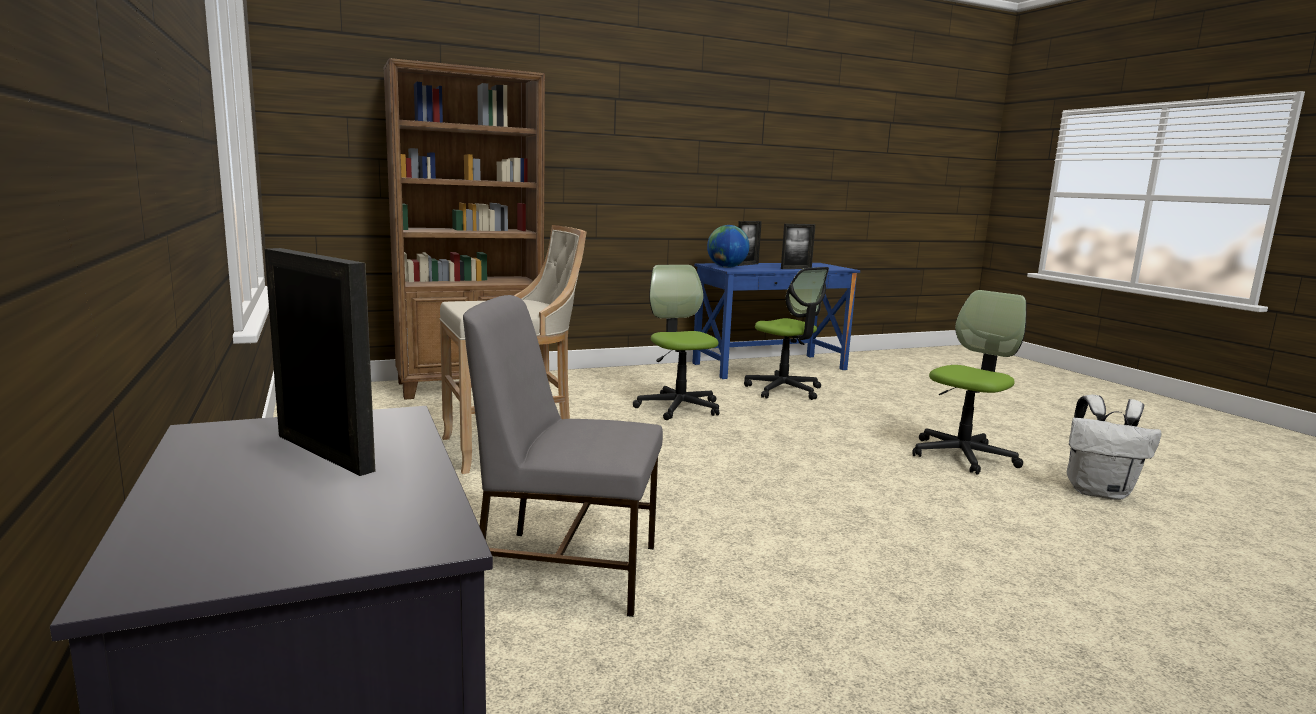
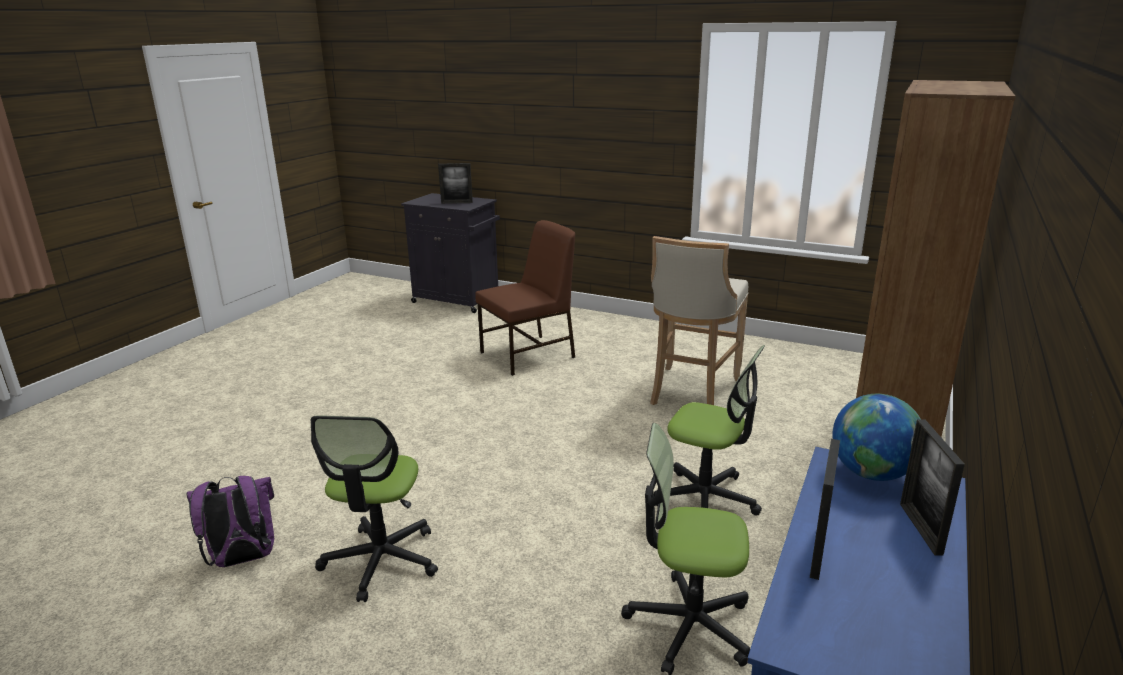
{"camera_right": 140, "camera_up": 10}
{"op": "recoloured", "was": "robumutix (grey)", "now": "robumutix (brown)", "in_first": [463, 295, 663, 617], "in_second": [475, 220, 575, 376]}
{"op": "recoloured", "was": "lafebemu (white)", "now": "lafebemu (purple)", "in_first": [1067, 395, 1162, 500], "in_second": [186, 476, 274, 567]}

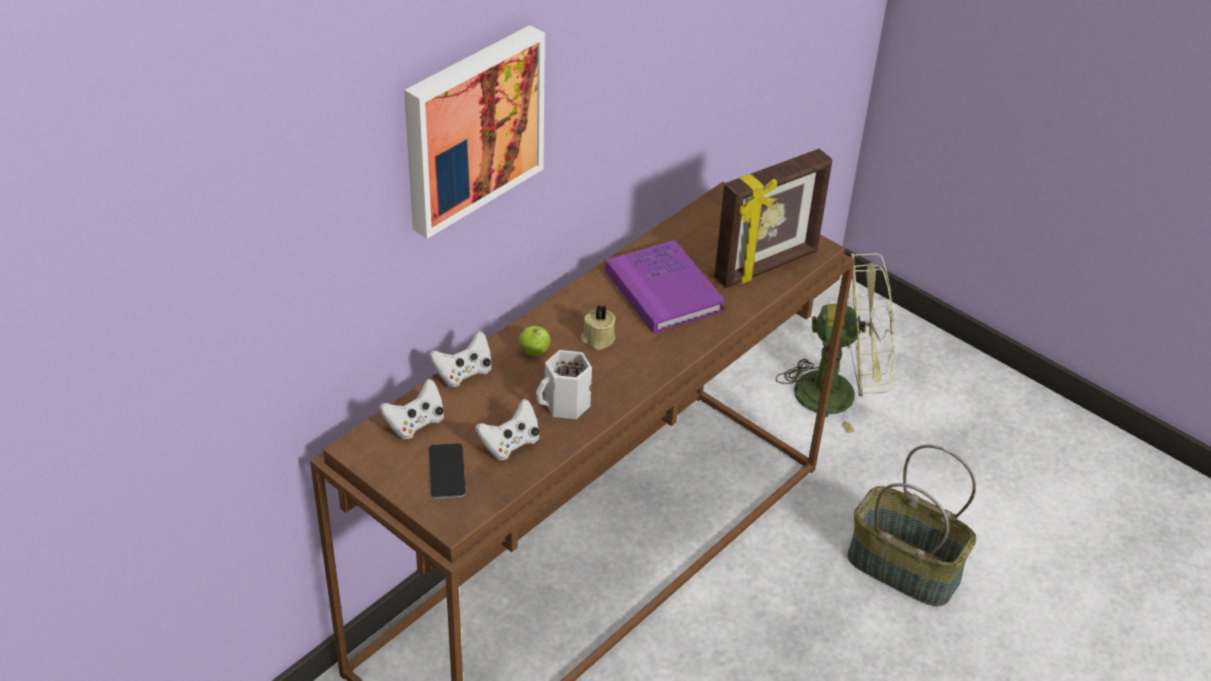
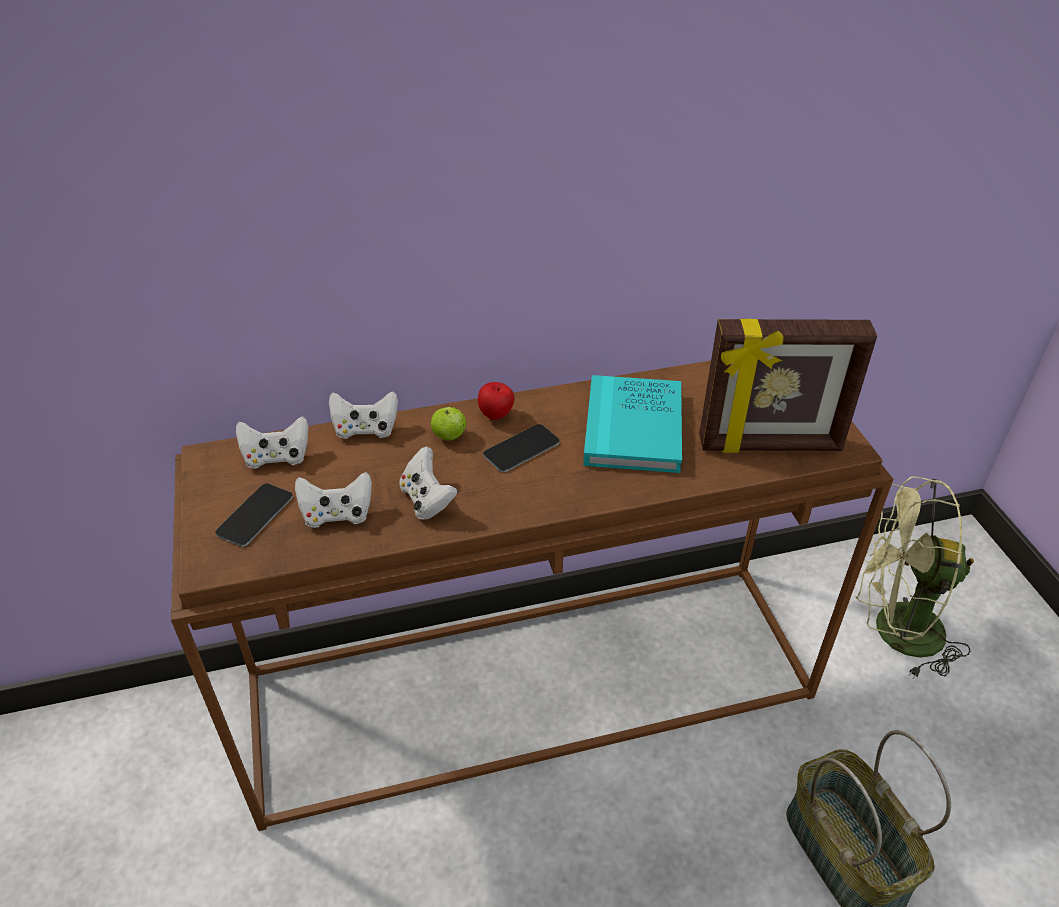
{"camera_right": 35, "camera_up": 0}
{"op": "removed", "was": "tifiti", "in_first": [404, 25, 545, 239]}
{"op": "recoloured", "was": "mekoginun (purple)", "now": "mekoginun (turquoise)", "in_first": [605, 240, 725, 333], "in_second": [583, 375, 682, 473]}
{"op": "turned", "was": "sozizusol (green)", "in_first": [776, 253, 895, 433], "in_second": [856, 476, 974, 678], "clockwise": 150}
{"op": "replaced", "was": "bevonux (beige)", "now": "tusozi", "in_first": [581, 305, 616, 350], "in_second": [483, 424, 560, 472]}
{"op": "replaced", "was": "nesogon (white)", "now": "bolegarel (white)", "in_first": [536, 350, 592, 419], "in_second": [399, 446, 457, 520]}
{"op": "added", "now": "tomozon", "in_second": [478, 382, 514, 420]}

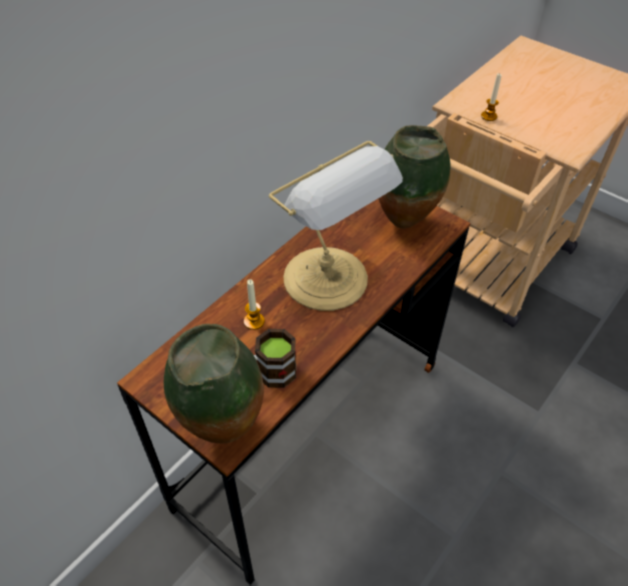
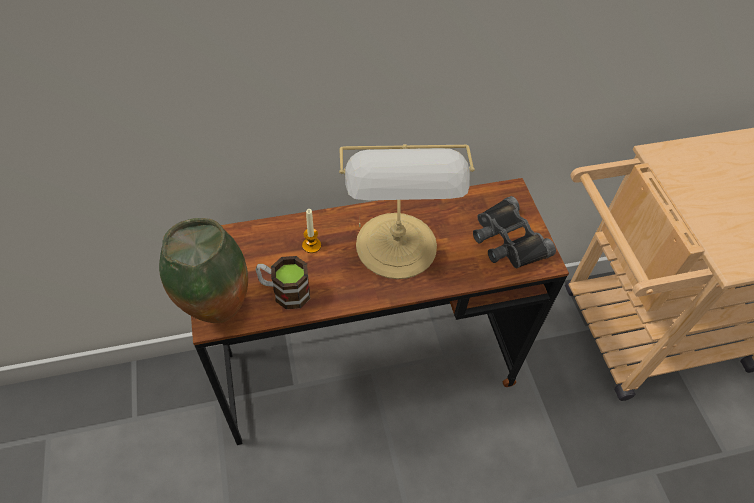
{"camera_right": 35, "camera_up": 5}
{"op": "removed", "was": "bevonux", "in_first": [481, 73, 502, 121]}
{"op": "replaced", "was": "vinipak", "now": "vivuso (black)", "in_first": [379, 125, 451, 229], "in_second": [473, 196, 556, 268]}

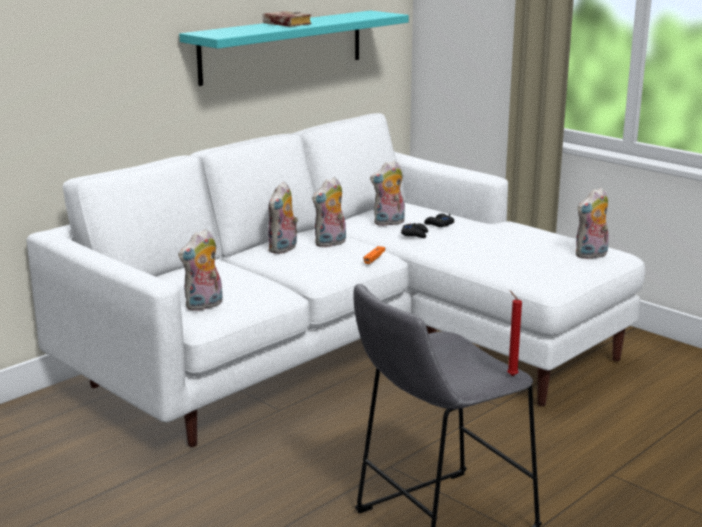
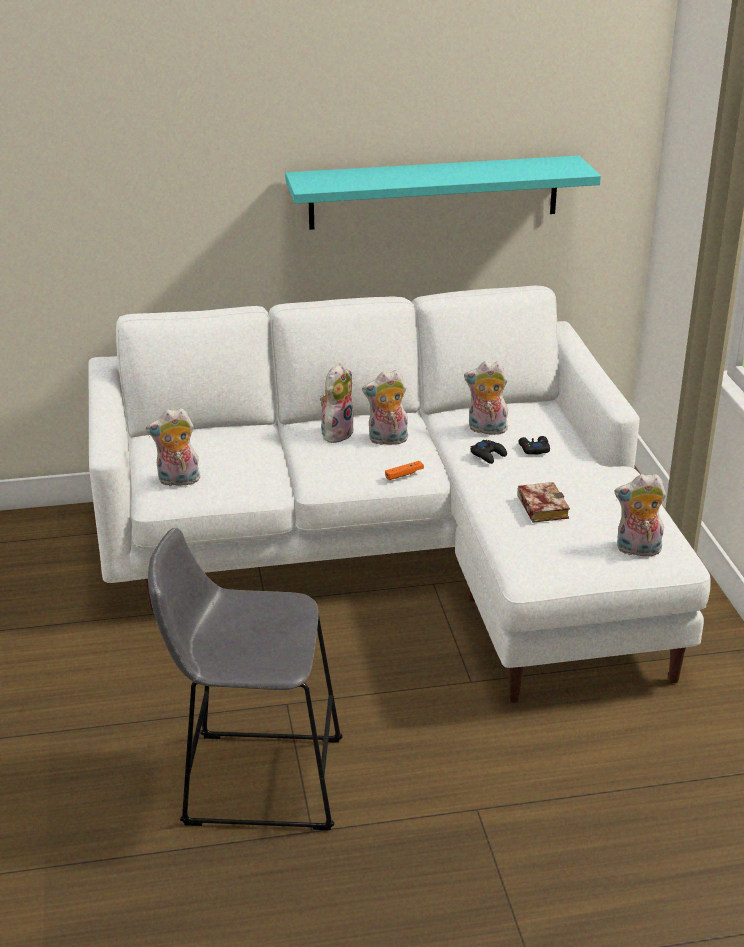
{"camera_right": 35, "camera_up": 10}
{"op": "moved", "was": "mekoginun", "in_first": [263, 11, 311, 27], "in_second": [517, 482, 570, 523]}
{"op": "turned", "was": "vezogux", "in_first": [268, 182, 298, 254], "in_second": [320, 364, 353, 443], "clockwise": 150}
{"op": "removed", "was": "bevonux (red)", "in_first": [507, 290, 522, 376]}

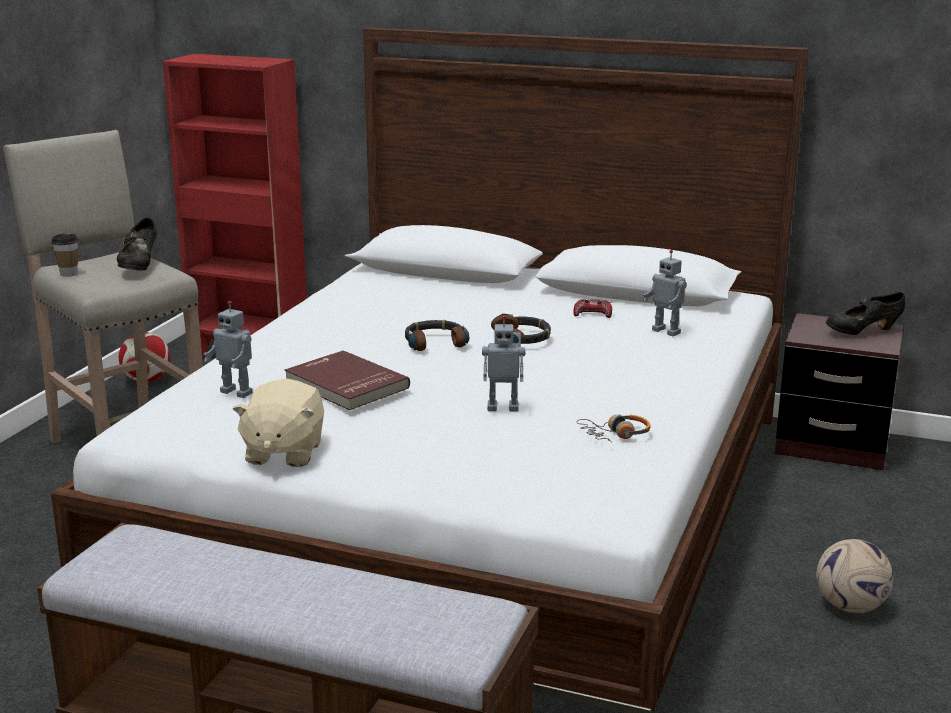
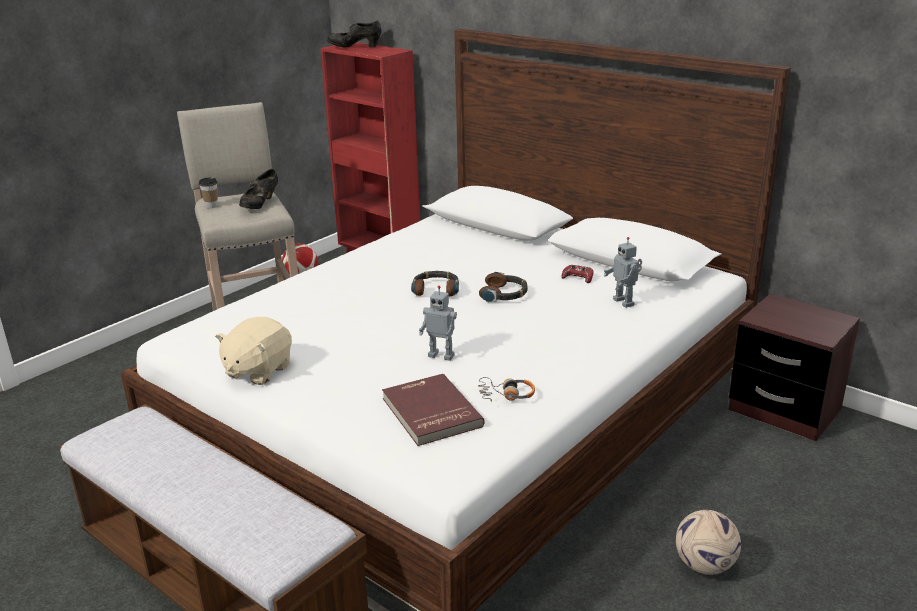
{"camera_right": 20, "camera_up": 5}
{"op": "moved", "was": "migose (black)", "in_first": [826, 292, 906, 335], "in_second": [327, 20, 382, 48]}
{"op": "removed", "was": "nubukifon", "in_first": [203, 301, 253, 398]}
{"op": "moved", "was": "mekoginun (red)", "in_first": [285, 350, 410, 410], "in_second": [382, 374, 485, 446]}

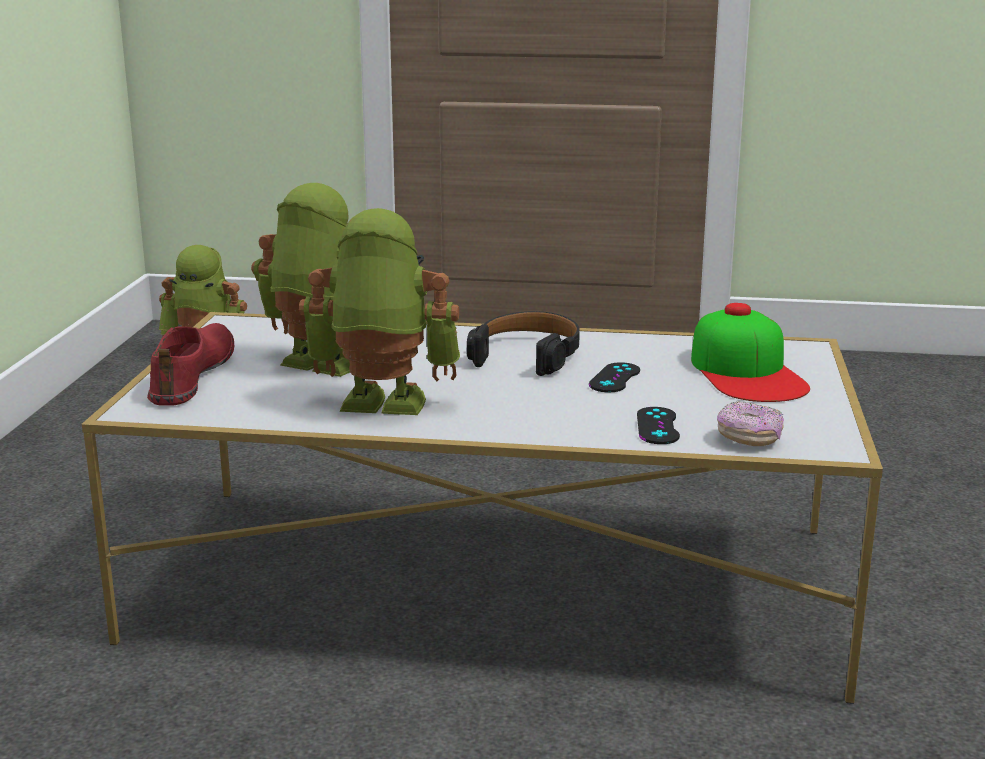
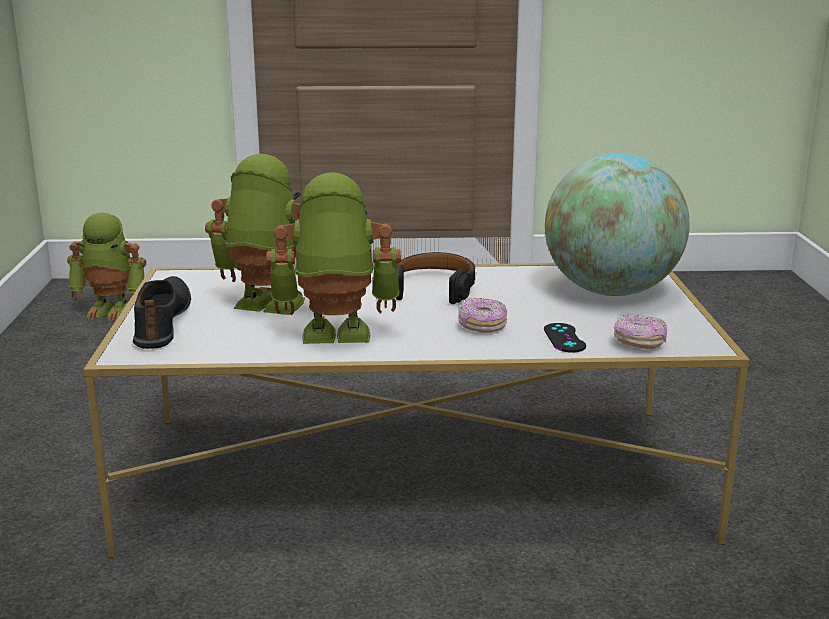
{"camera_right": -10, "camera_up": 0}
{"op": "replaced", "was": "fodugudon", "now": "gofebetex", "in_first": [691, 303, 810, 402], "in_second": [545, 154, 690, 296]}
{"op": "recoloured", "was": "migose (red)", "now": "migose (black)", "in_first": [147, 323, 234, 406], "in_second": [133, 276, 191, 349]}
{"op": "removed", "was": "bolegarel (black)", "in_first": [589, 362, 640, 392]}
{"op": "added", "now": "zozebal", "in_second": [458, 298, 507, 332]}

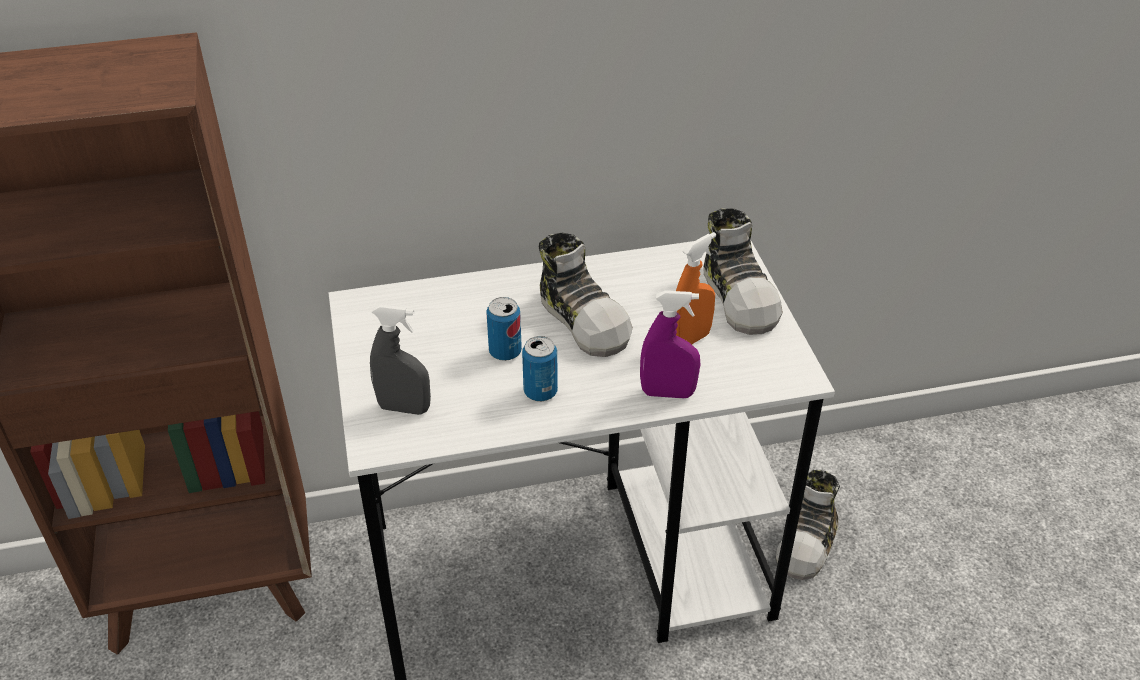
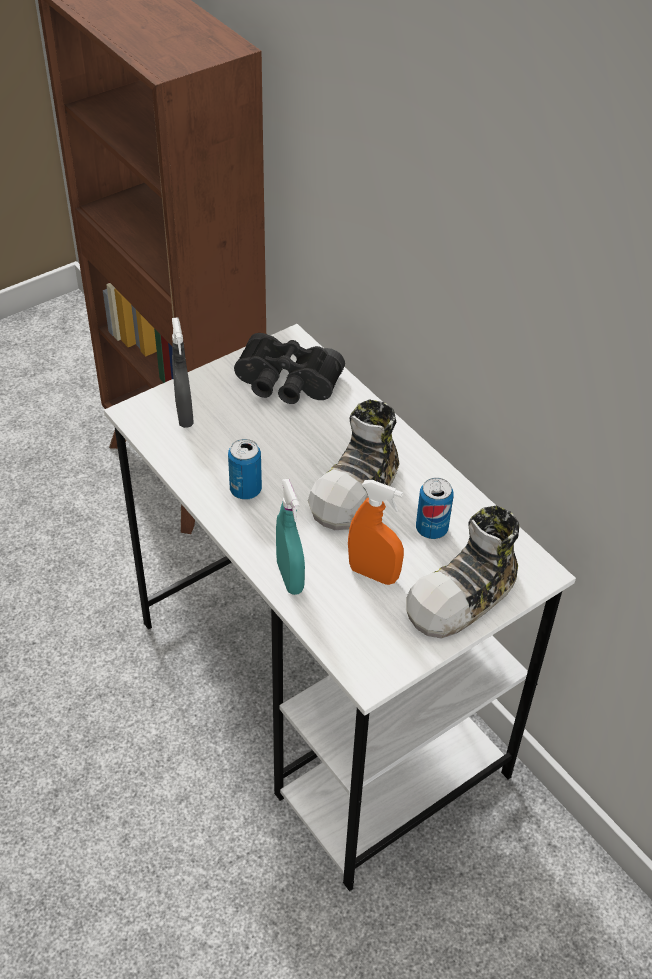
{"camera_right": 65, "camera_up": 5}
{"op": "recoloured", "was": "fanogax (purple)", "now": "fanogax (turquoise)", "in_first": [640, 291, 701, 398], "in_second": [276, 478, 305, 595]}
{"op": "moved", "was": "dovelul", "in_first": [486, 297, 522, 361], "in_second": [416, 478, 454, 539]}
{"op": "removed", "was": "migose", "in_first": [776, 470, 840, 580]}
{"op": "added", "now": "vivuso (black)", "in_second": [234, 333, 345, 404]}

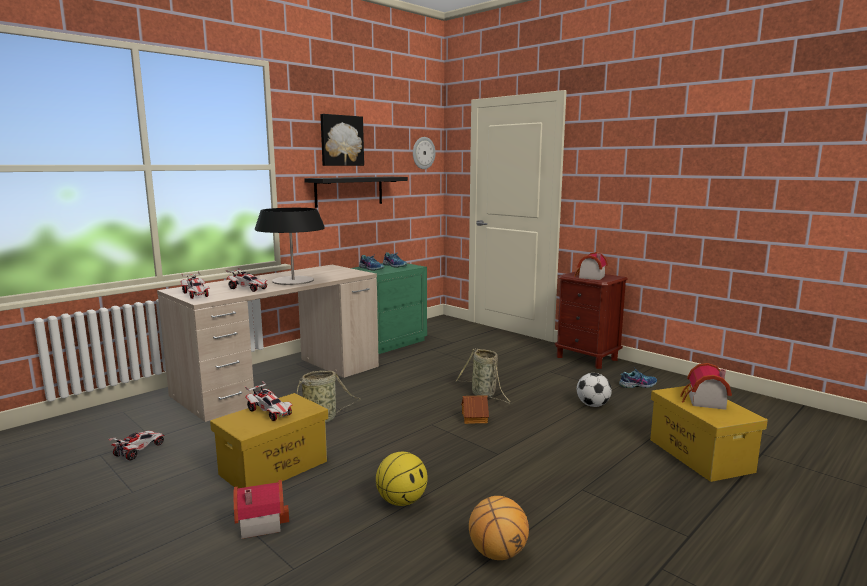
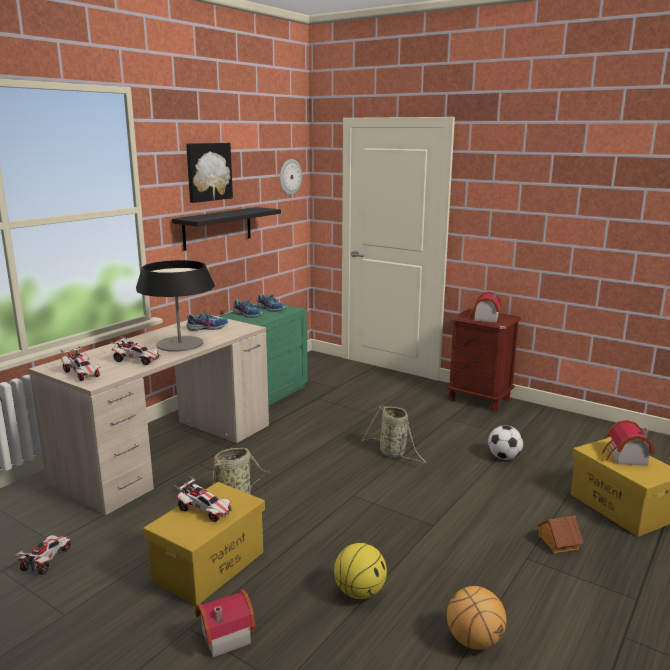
{"camera_right": -10, "camera_up": 5}
{"op": "moved", "was": "migose", "in_first": [619, 370, 657, 388], "in_second": [186, 310, 228, 331]}
{"op": "moved", "was": "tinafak", "in_first": [461, 395, 489, 424], "in_second": [537, 516, 584, 553]}

